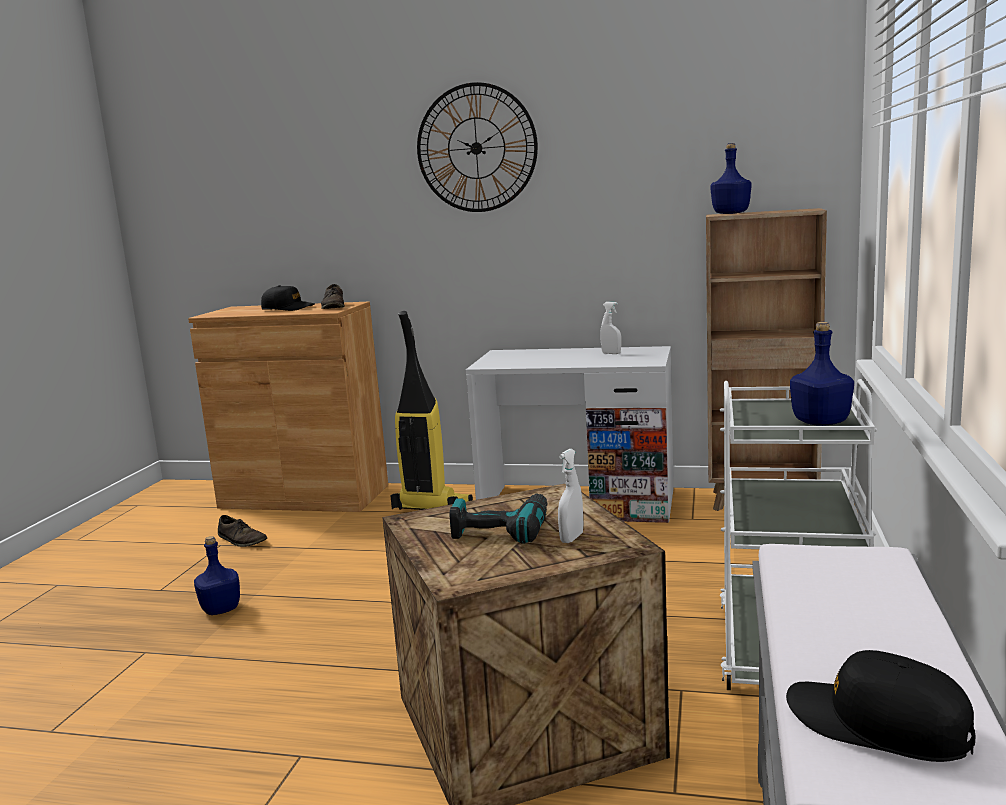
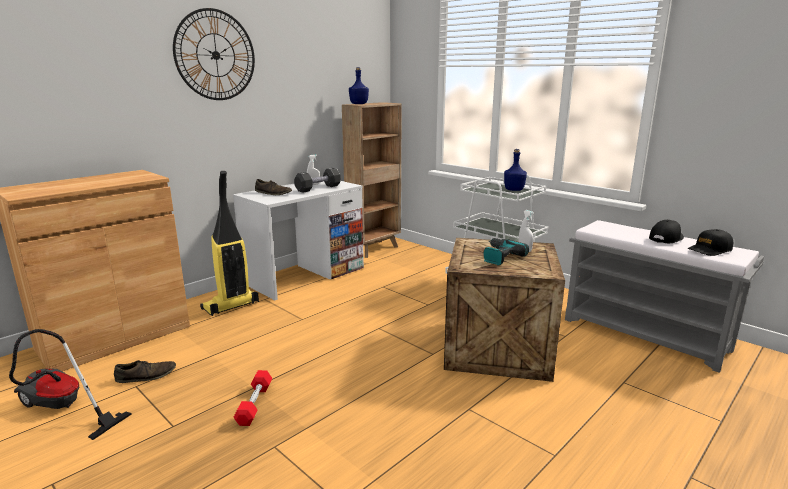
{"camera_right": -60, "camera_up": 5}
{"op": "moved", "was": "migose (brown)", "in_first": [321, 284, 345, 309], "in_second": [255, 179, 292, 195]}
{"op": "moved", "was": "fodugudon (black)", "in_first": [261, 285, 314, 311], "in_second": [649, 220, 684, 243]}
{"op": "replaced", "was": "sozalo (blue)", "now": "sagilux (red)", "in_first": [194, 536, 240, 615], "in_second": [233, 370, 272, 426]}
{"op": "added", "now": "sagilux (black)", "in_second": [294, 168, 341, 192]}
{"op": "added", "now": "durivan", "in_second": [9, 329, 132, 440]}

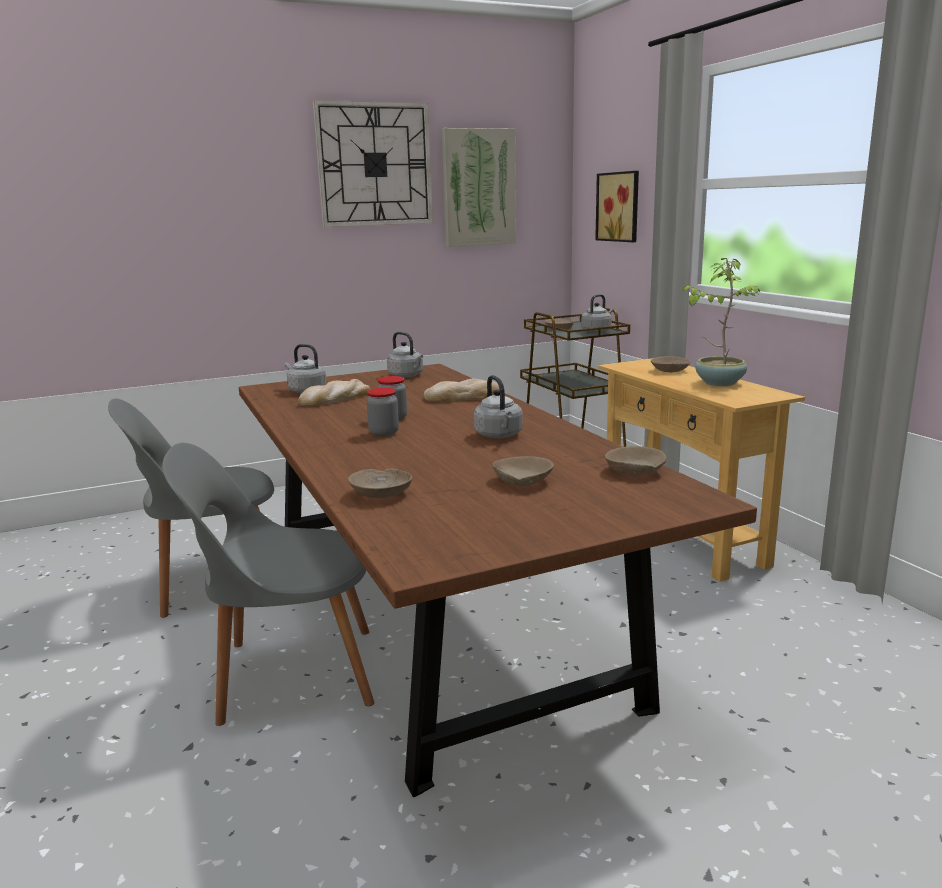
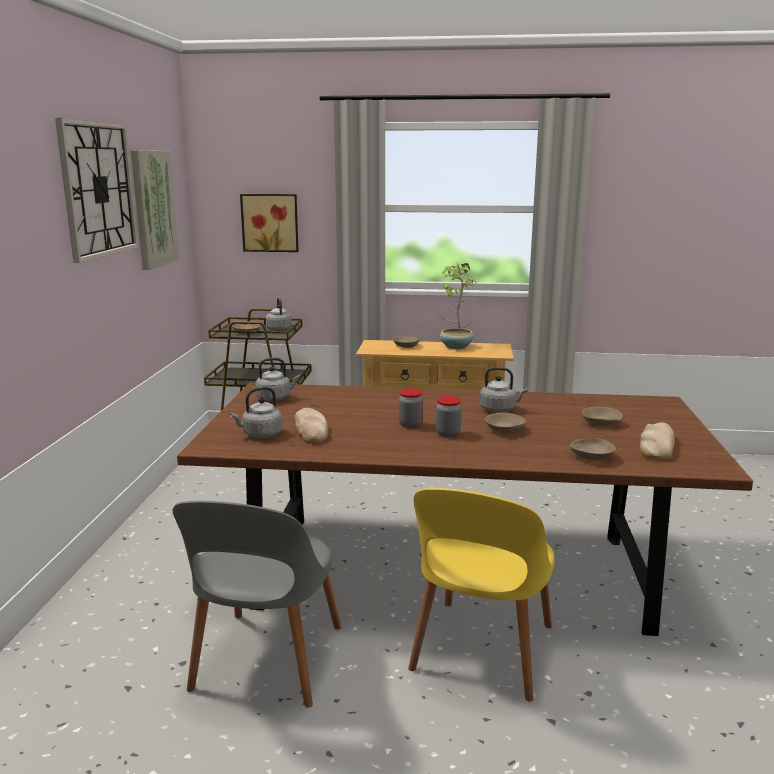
{"camera_right": -60, "camera_up": 0}
{"op": "moved", "was": "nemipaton", "in_first": [424, 379, 500, 402], "in_second": [639, 422, 675, 460]}
{"op": "recoloured", "was": "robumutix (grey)", "now": "robumutix (yellow)", "in_first": [162, 443, 374, 726], "in_second": [408, 488, 555, 702]}
{"op": "moved", "was": "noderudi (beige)", "in_first": [605, 446, 666, 476], "in_second": [485, 413, 526, 434]}

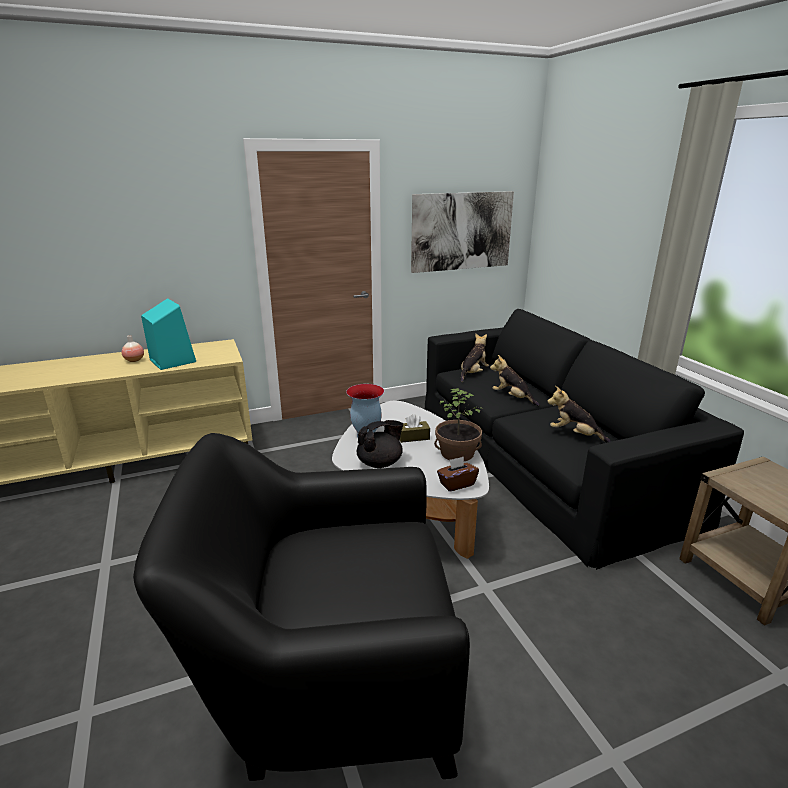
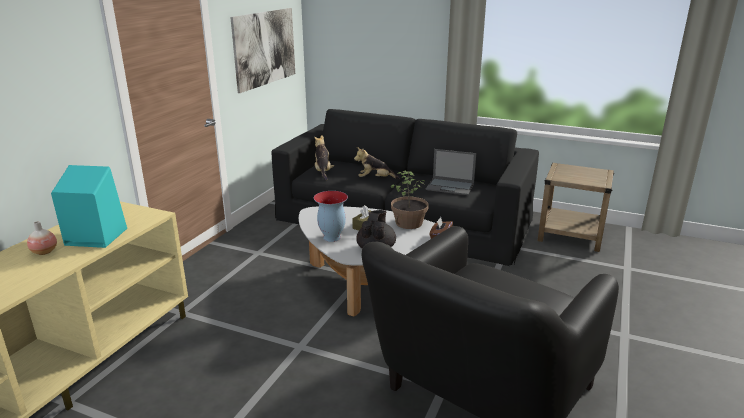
{"camera_right": -45, "camera_up": 0}
{"op": "replaced", "was": "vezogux", "now": "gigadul", "in_first": [547, 386, 611, 442], "in_second": [426, 149, 476, 195]}

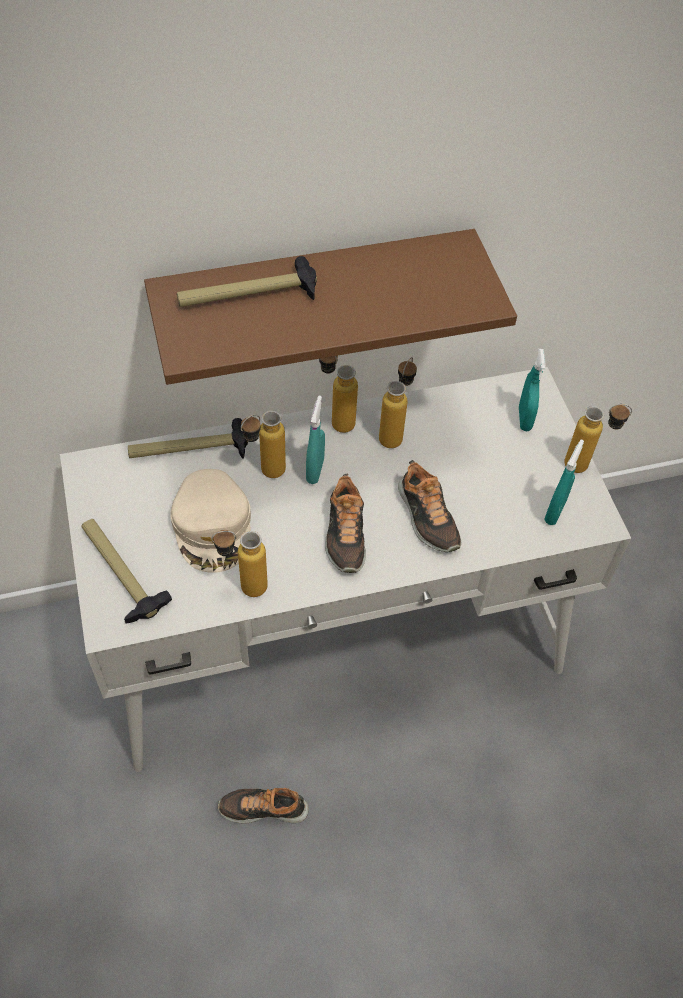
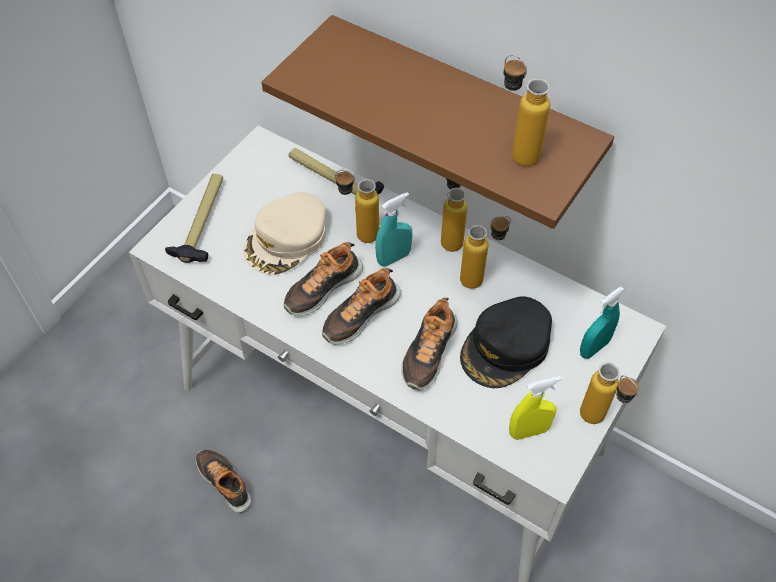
{"camera_right": 50, "camera_up": 0}
{"op": "removed", "was": "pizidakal", "in_first": [177, 256, 317, 307]}
{"op": "recoloured", "was": "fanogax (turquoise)", "now": "fanogax (yellow)", "in_first": [544, 440, 584, 525], "in_second": [509, 376, 561, 440]}
{"op": "moved", "was": "sozalo", "in_first": [211, 530, 268, 597], "in_second": [503, 55, 550, 167]}
{"op": "added", "now": "migose", "in_second": [284, 242, 363, 316]}
{"op": "added", "now": "fodugudon (black)", "in_second": [460, 296, 552, 388]}

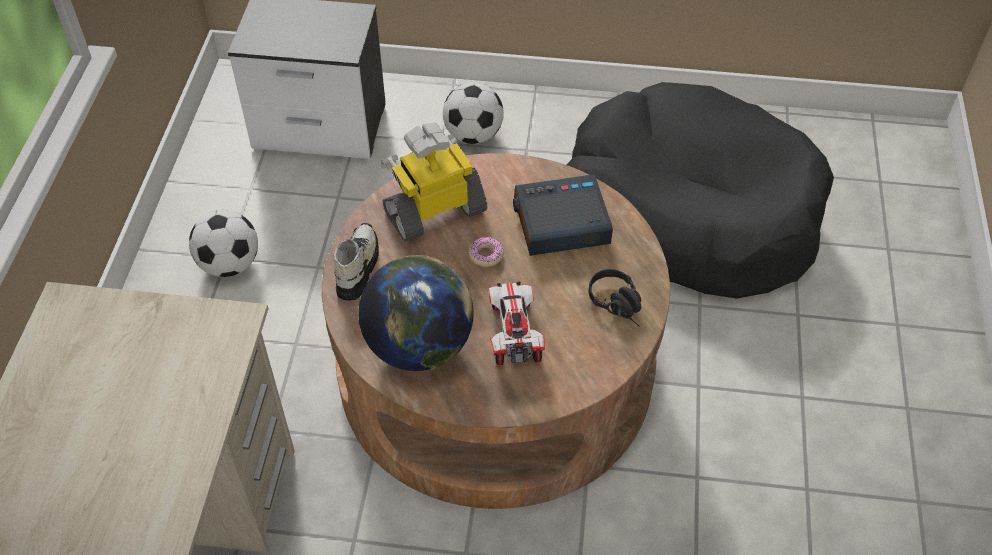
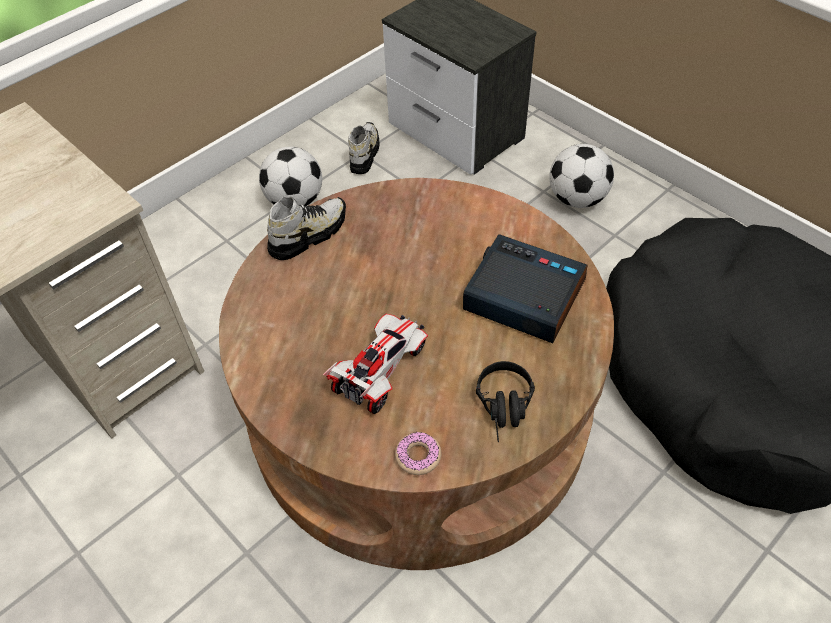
{"camera_right": 40, "camera_up": 0}
{"op": "removed", "was": "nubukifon", "in_first": [380, 123, 487, 242]}
{"op": "moved", "was": "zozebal", "in_first": [469, 237, 504, 267], "in_second": [395, 432, 441, 475]}
{"op": "removed", "was": "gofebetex", "in_first": [358, 255, 474, 371]}
{"op": "added", "now": "migose", "in_second": [348, 122, 379, 174]}

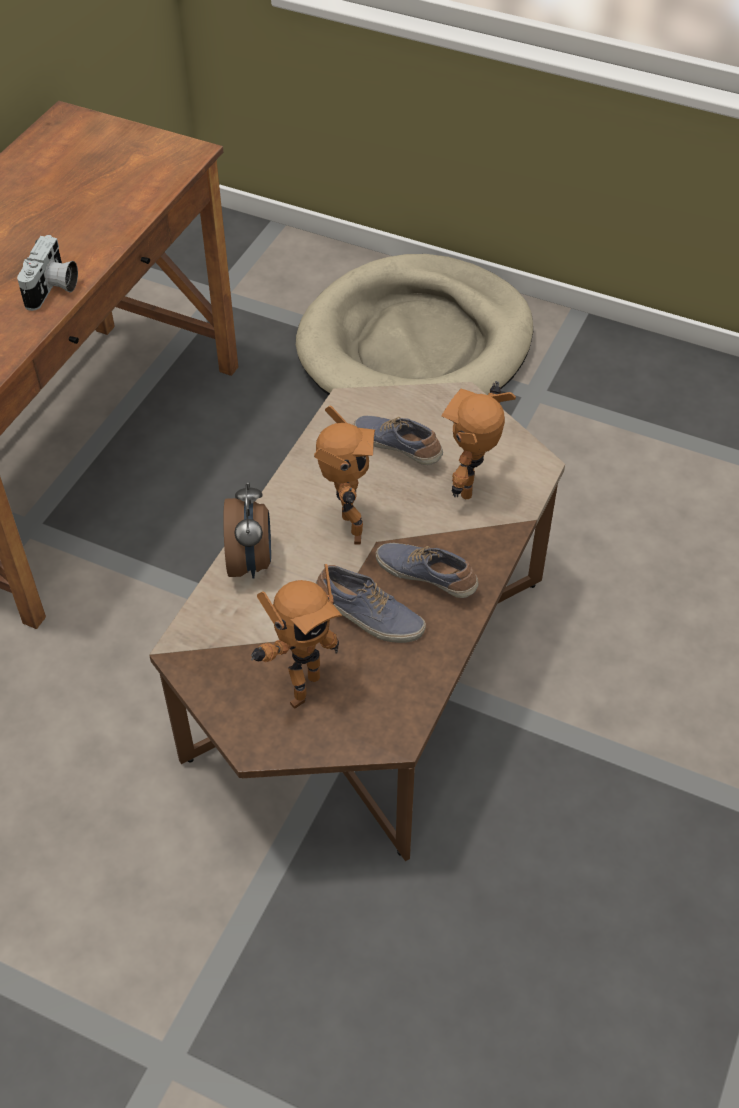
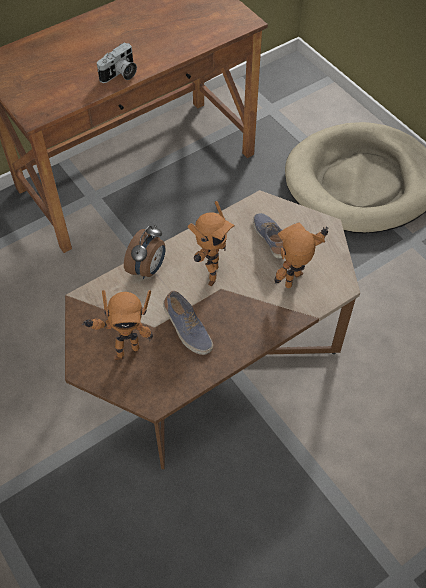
{"camera_right": 30, "camera_up": 5}
{"op": "removed", "was": "migose", "in_first": [376, 543, 478, 598]}

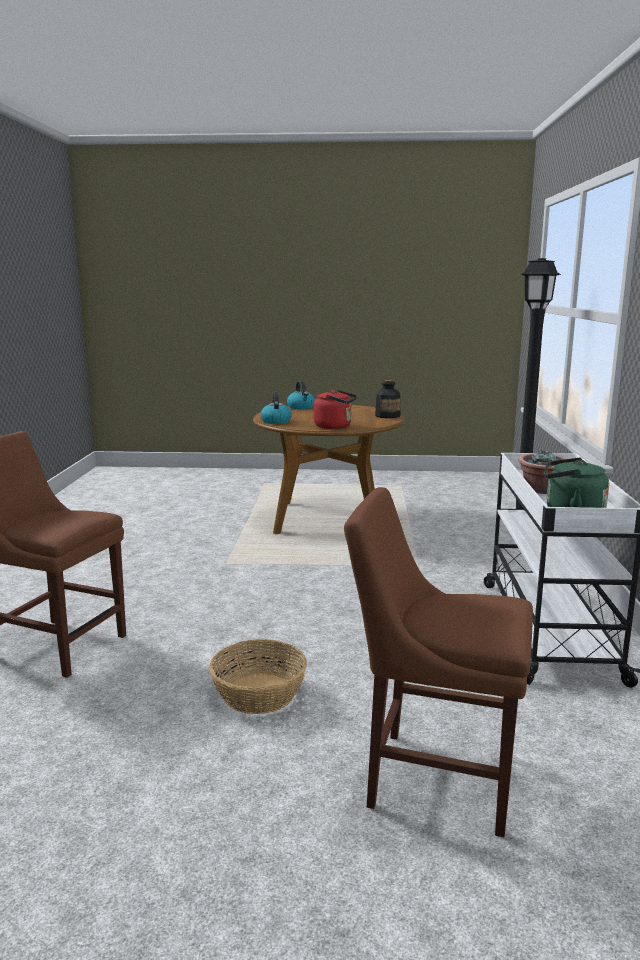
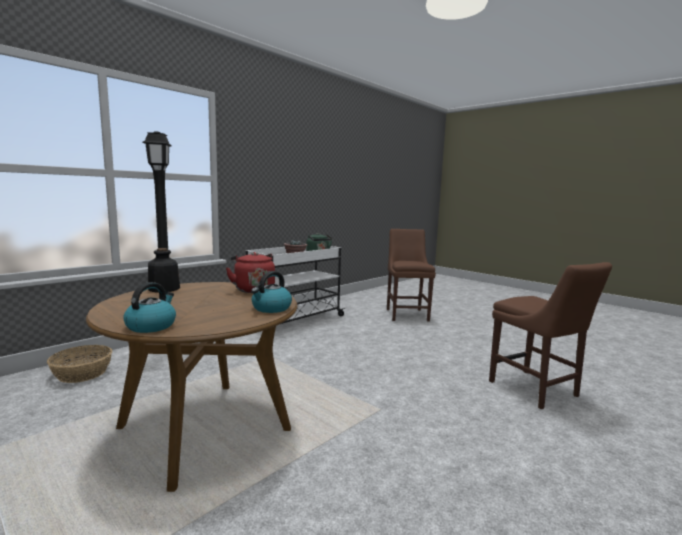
{"camera_right": -140, "camera_up": -5}
{"op": "turned", "was": "robumutix (brown)", "in_first": [344, 487, 533, 837], "in_second": [387, 229, 436, 322], "clockwise": -150}
{"op": "moved", "was": "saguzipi", "in_first": [209, 639, 307, 714], "in_second": [47, 345, 112, 383]}

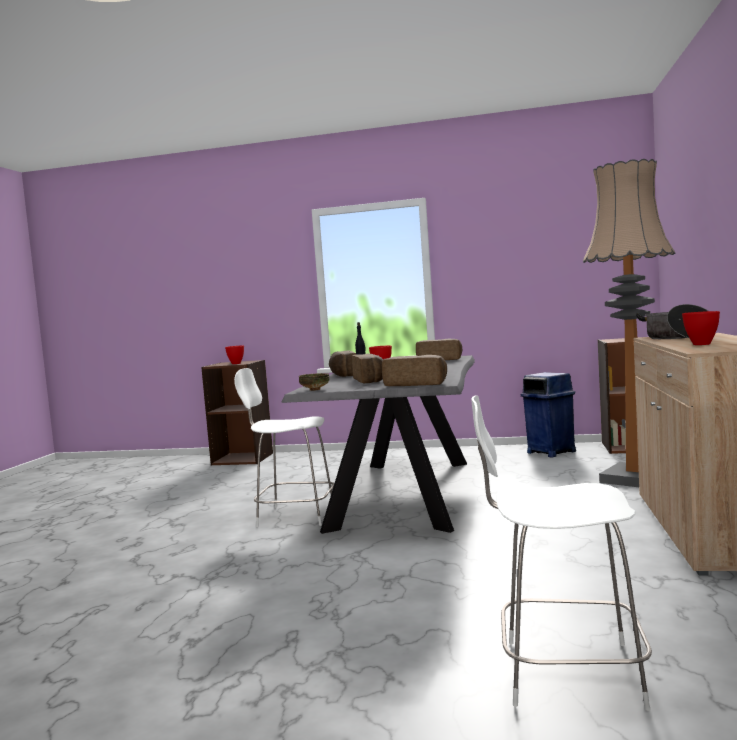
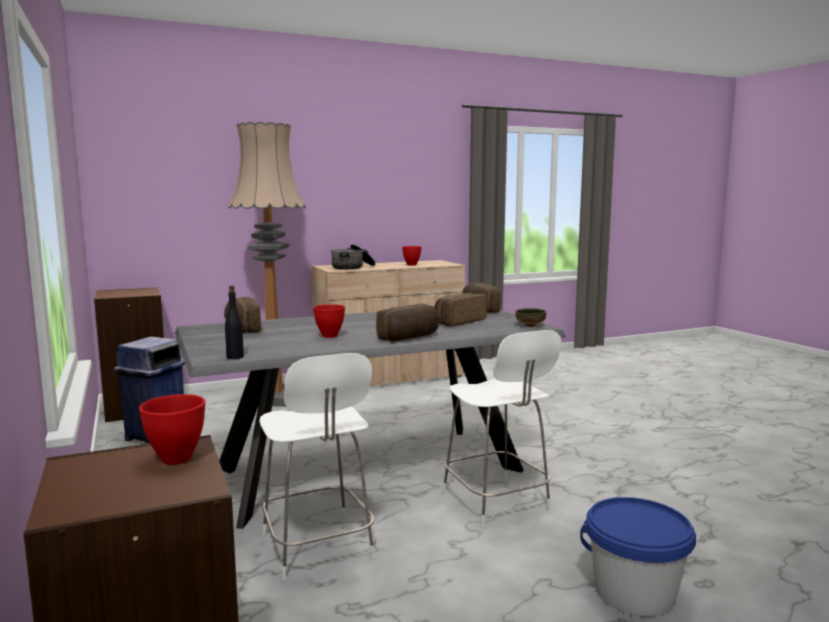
{"camera_right": -125, "camera_up": 5}
{"op": "moved", "was": "robumutix (white)", "in_first": [471, 395, 652, 711], "in_second": [259, 353, 375, 580]}
{"op": "added", "now": "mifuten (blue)", "in_second": [580, 497, 696, 617]}

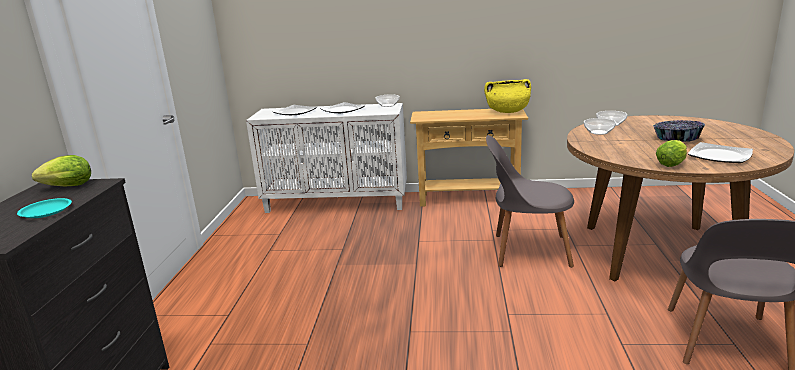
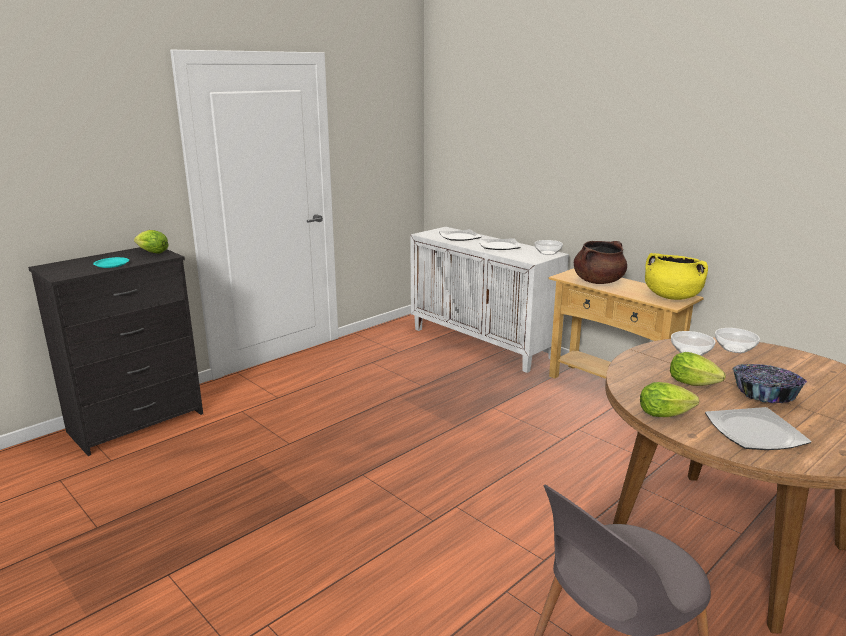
{"camera_right": 40, "camera_up": 0}
{"op": "removed", "was": "robumutix (grey)", "in_first": [486, 135, 574, 267]}
{"op": "added", "now": "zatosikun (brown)", "in_second": [574, 241, 627, 284]}
{"op": "added", "now": "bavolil", "in_second": [670, 352, 726, 386]}

